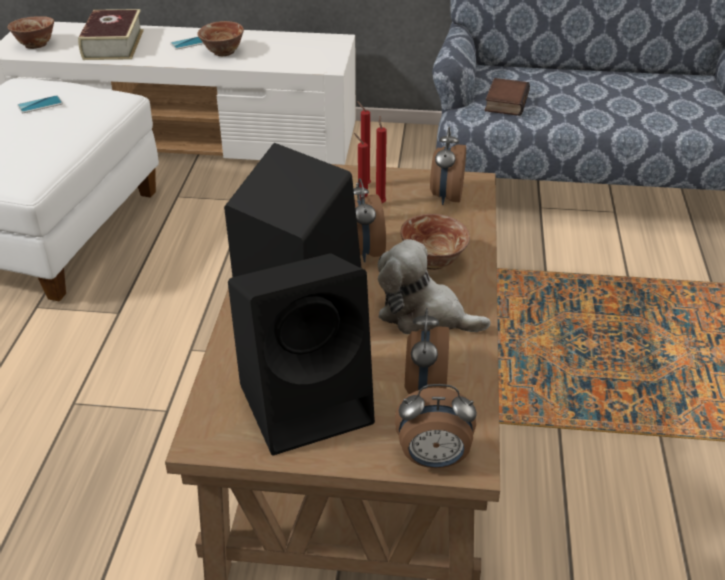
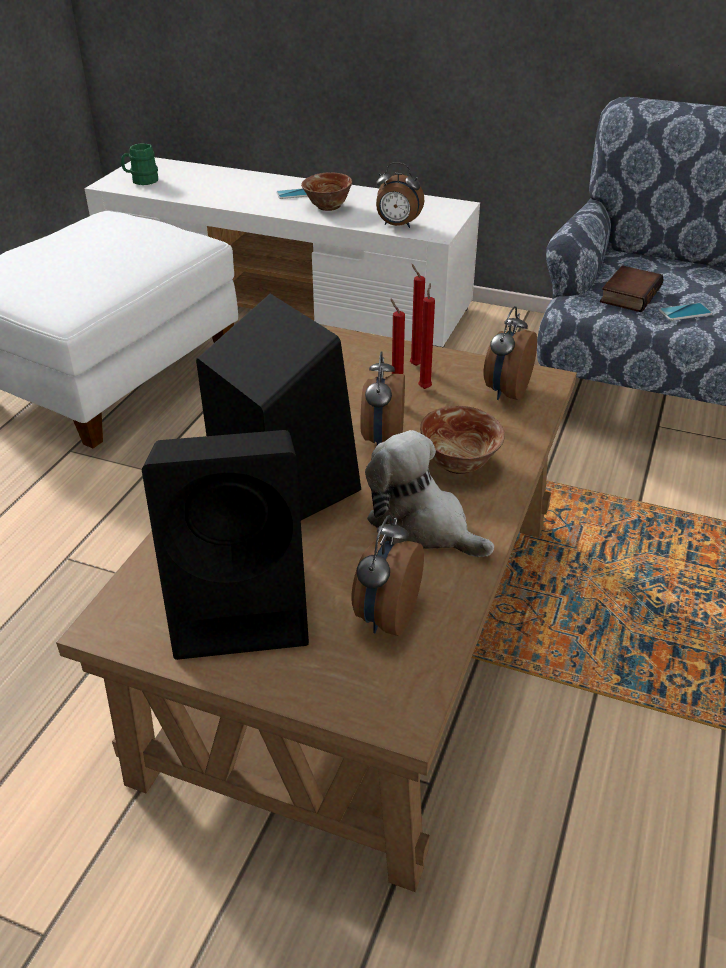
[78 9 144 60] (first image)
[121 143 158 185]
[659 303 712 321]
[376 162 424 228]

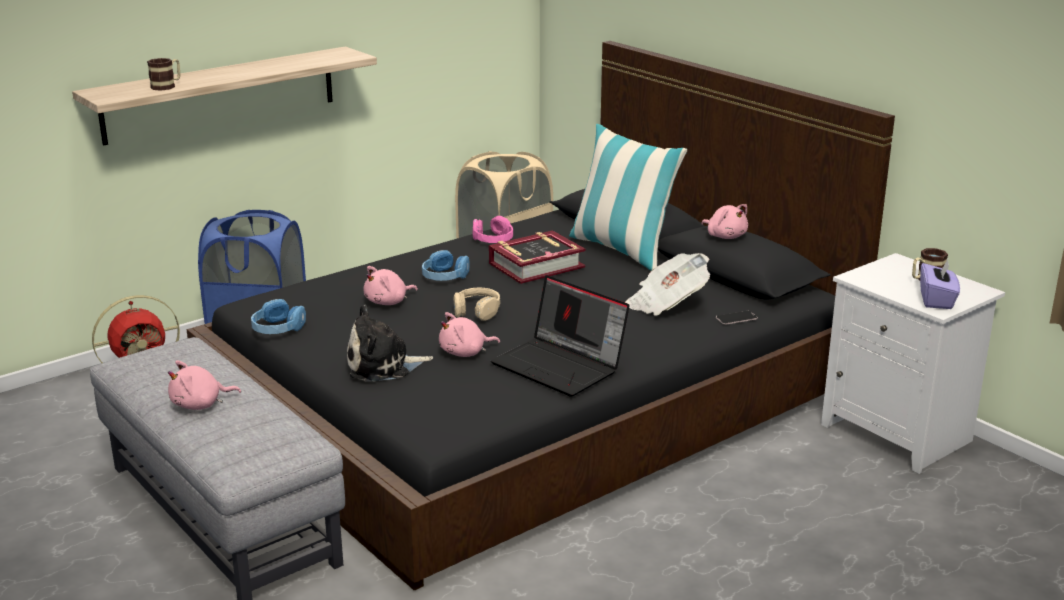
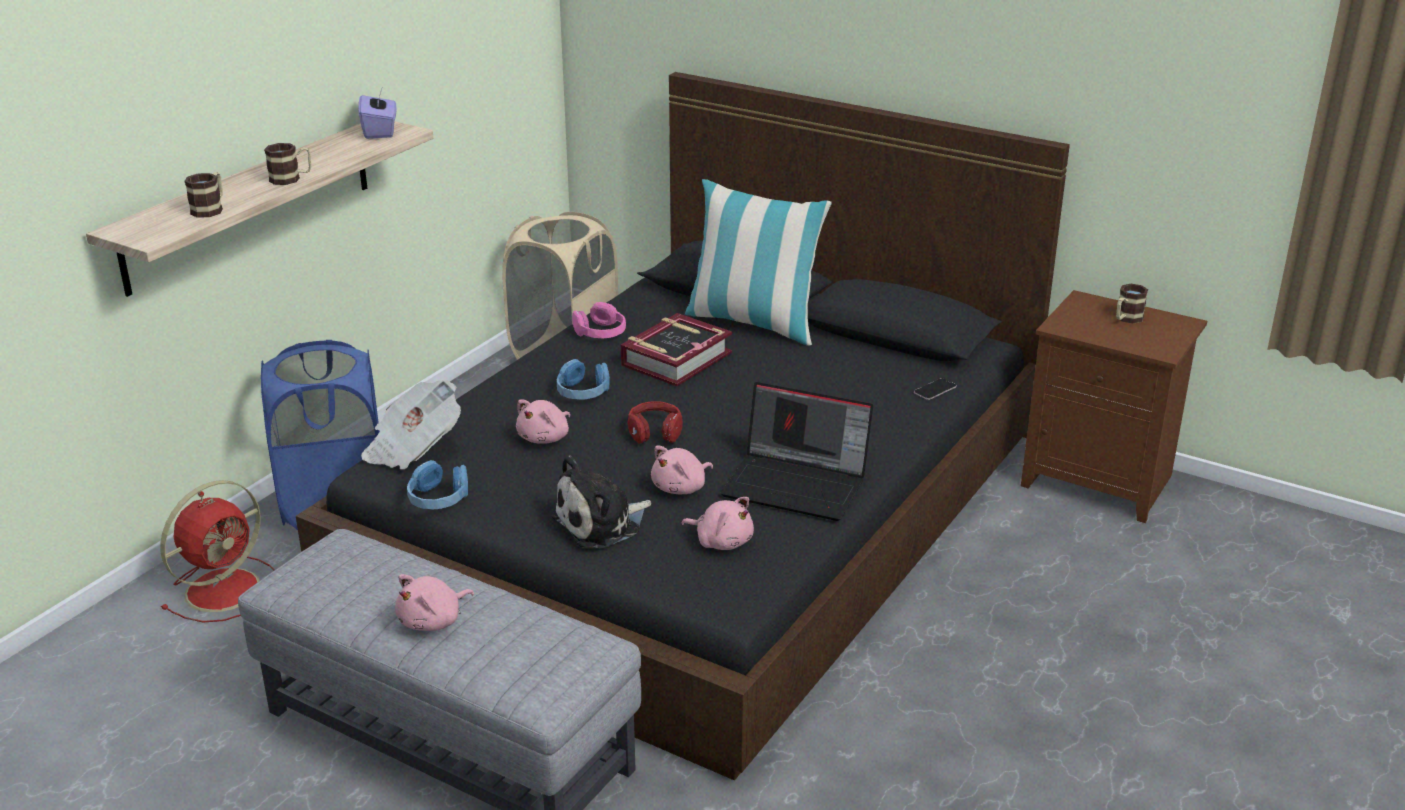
[681 497 754 550]
[361 380 461 469]
[1021 290 1207 523]
[358 86 397 139]
[627 401 683 444]
[264 143 311 185]

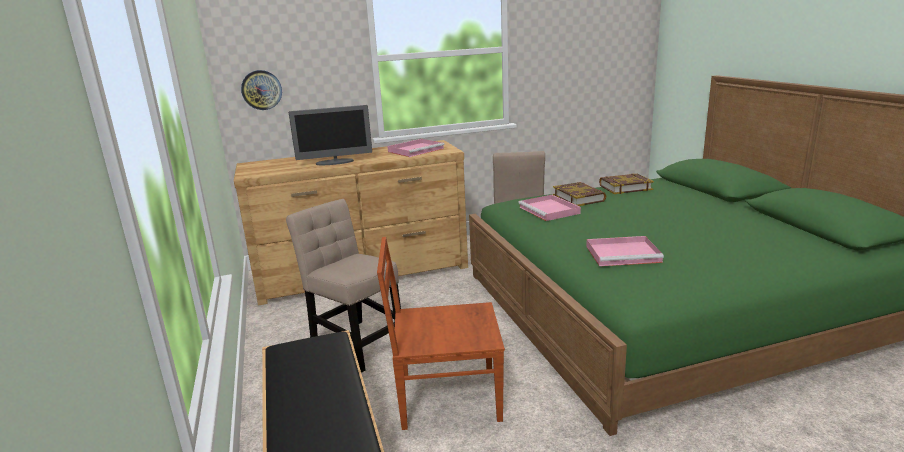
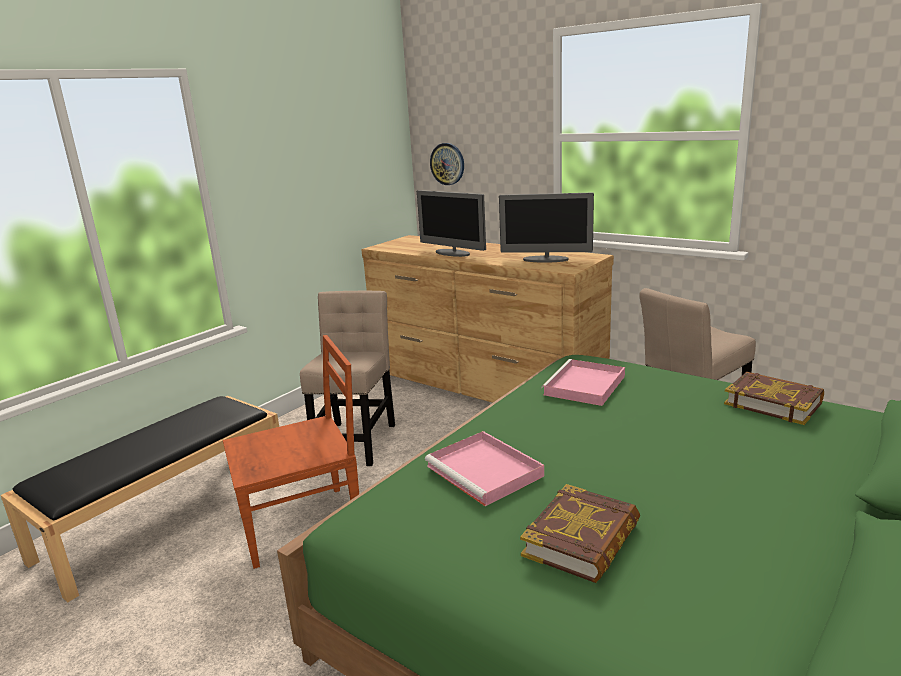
[499 193 594 262]
[520 484 640 583]
[223 335 359 569]

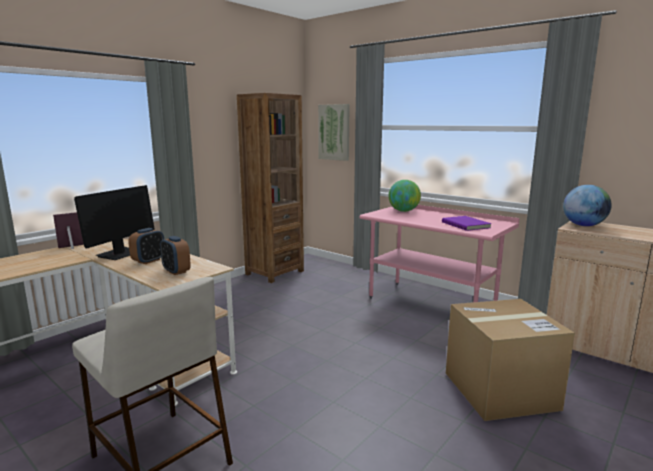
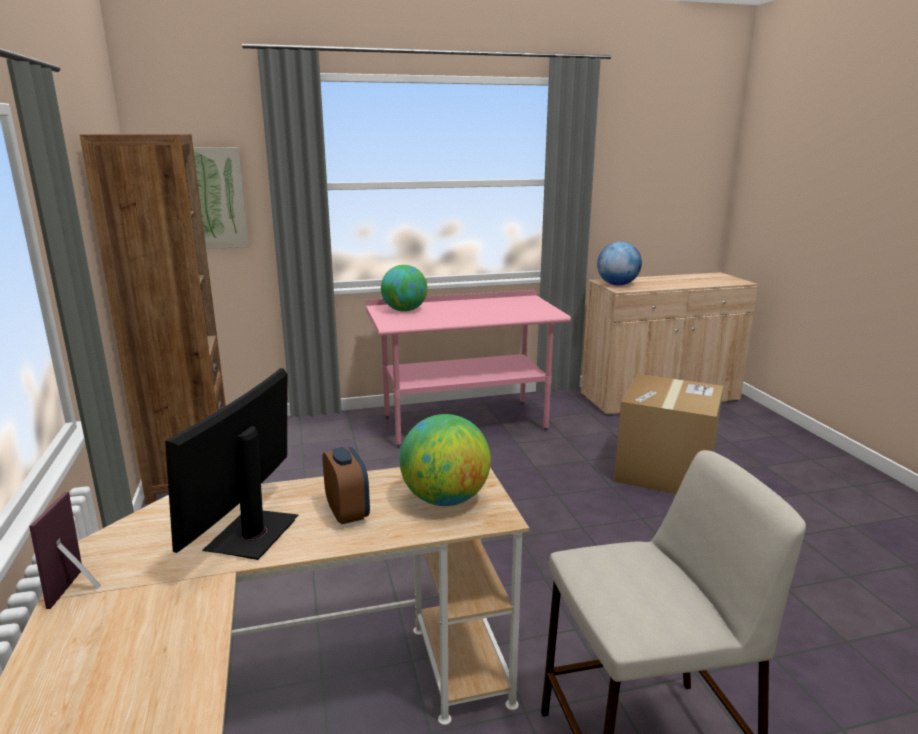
[165 368 298 560]
[442 216 492 231] (first image)
[400 414 491 506]

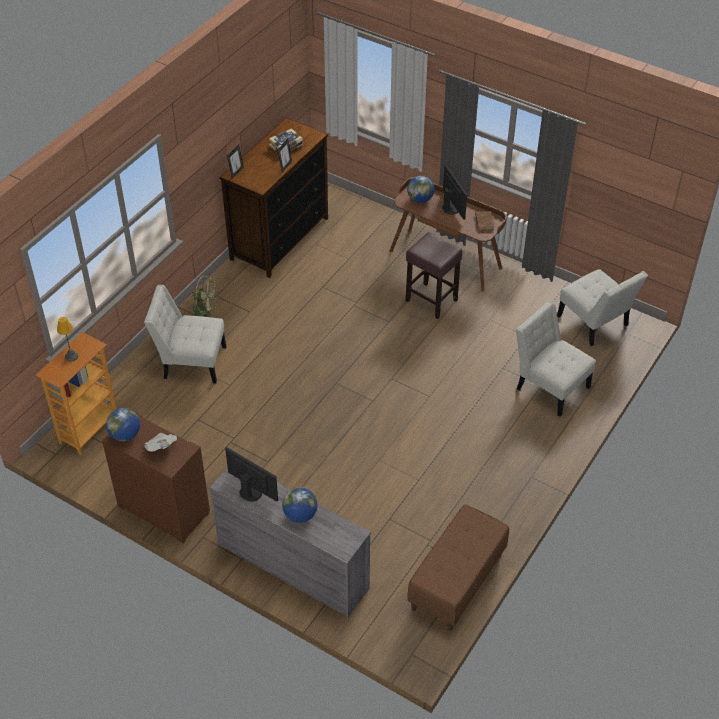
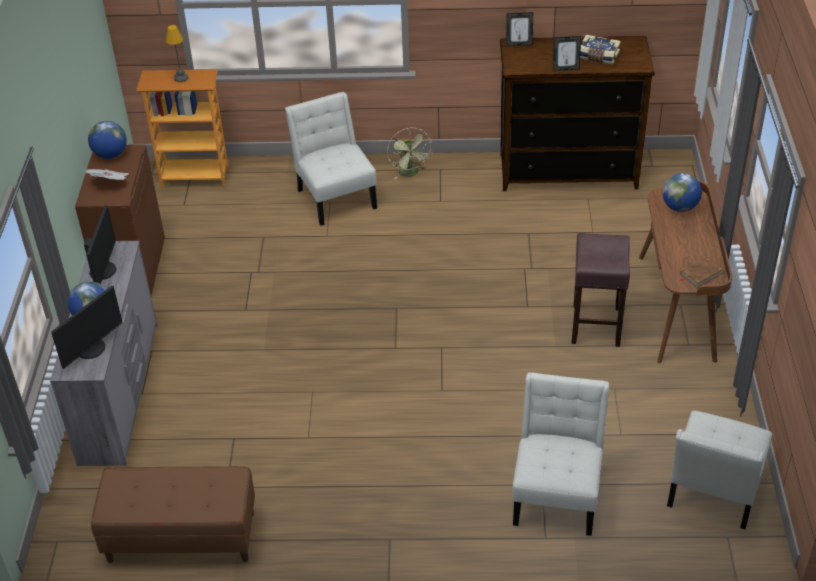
[51 286 123 369]

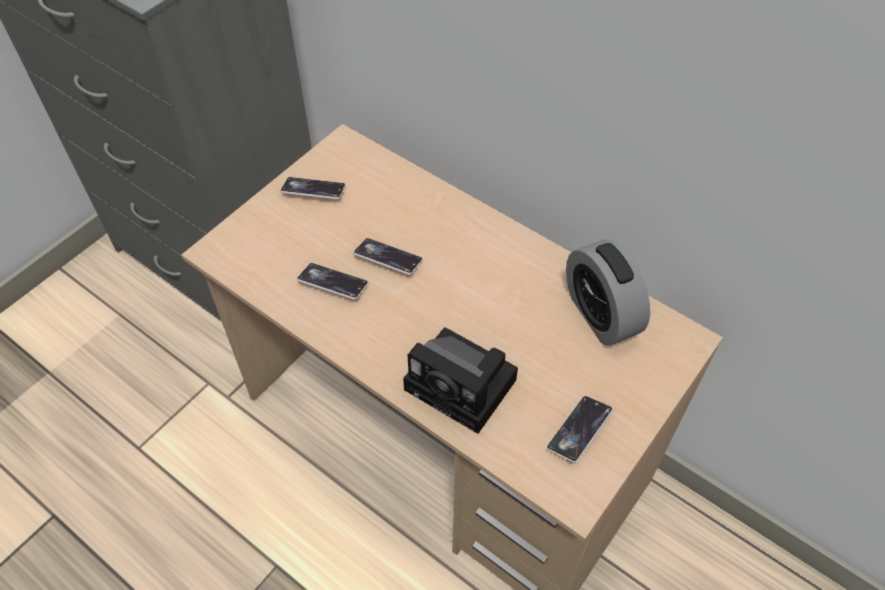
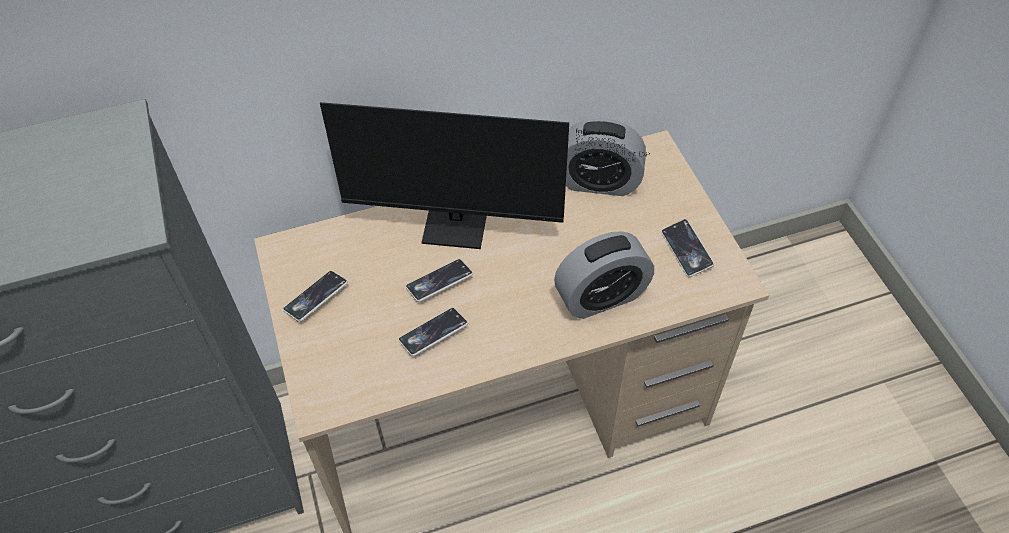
[554 231 654 319]
[320 102 650 249]

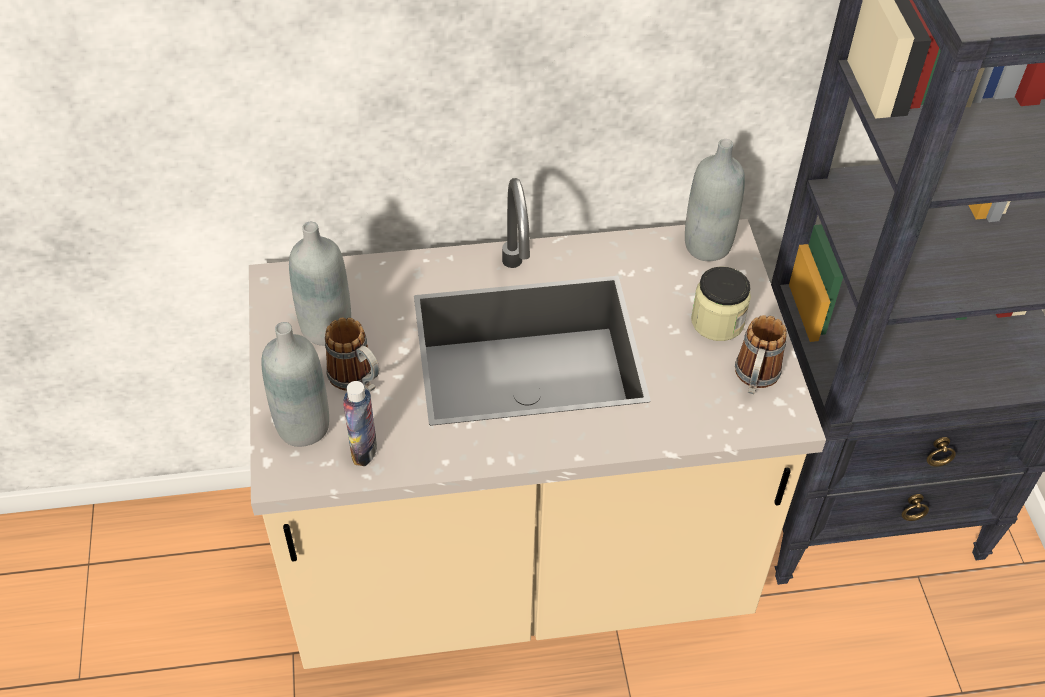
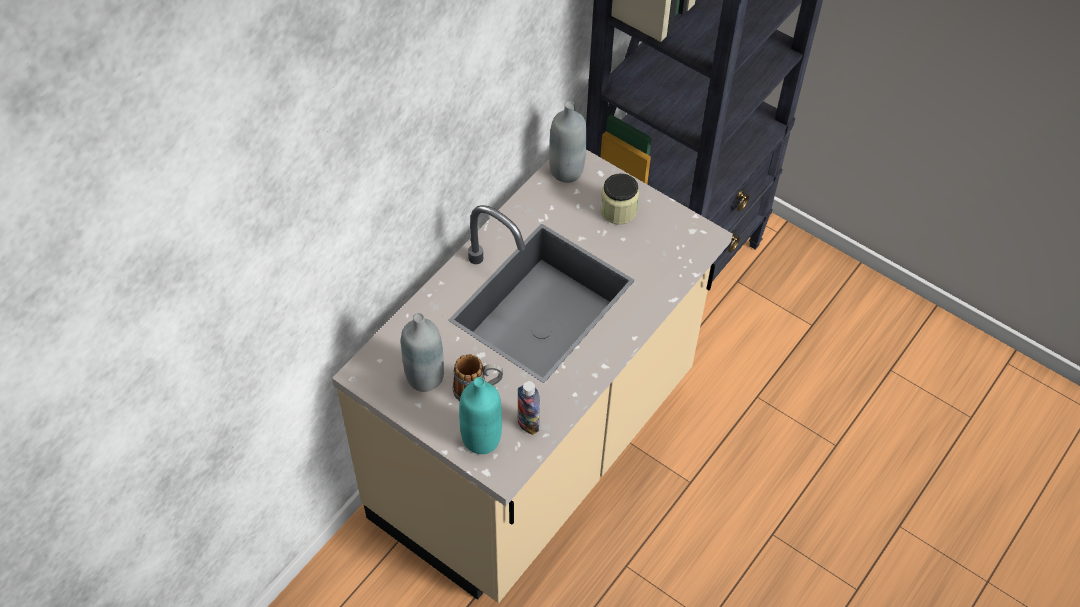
[735 315 787 394] (first image)
[459 377 502 454]

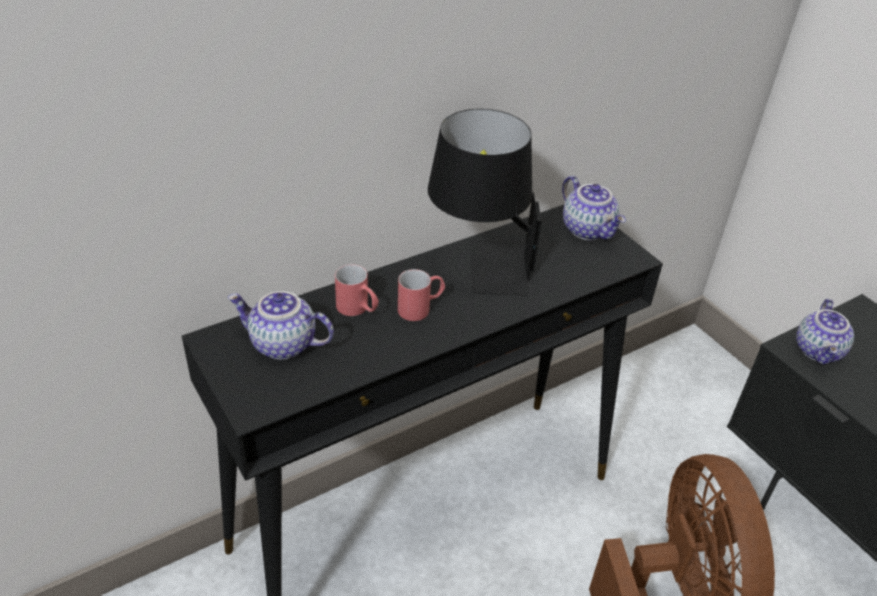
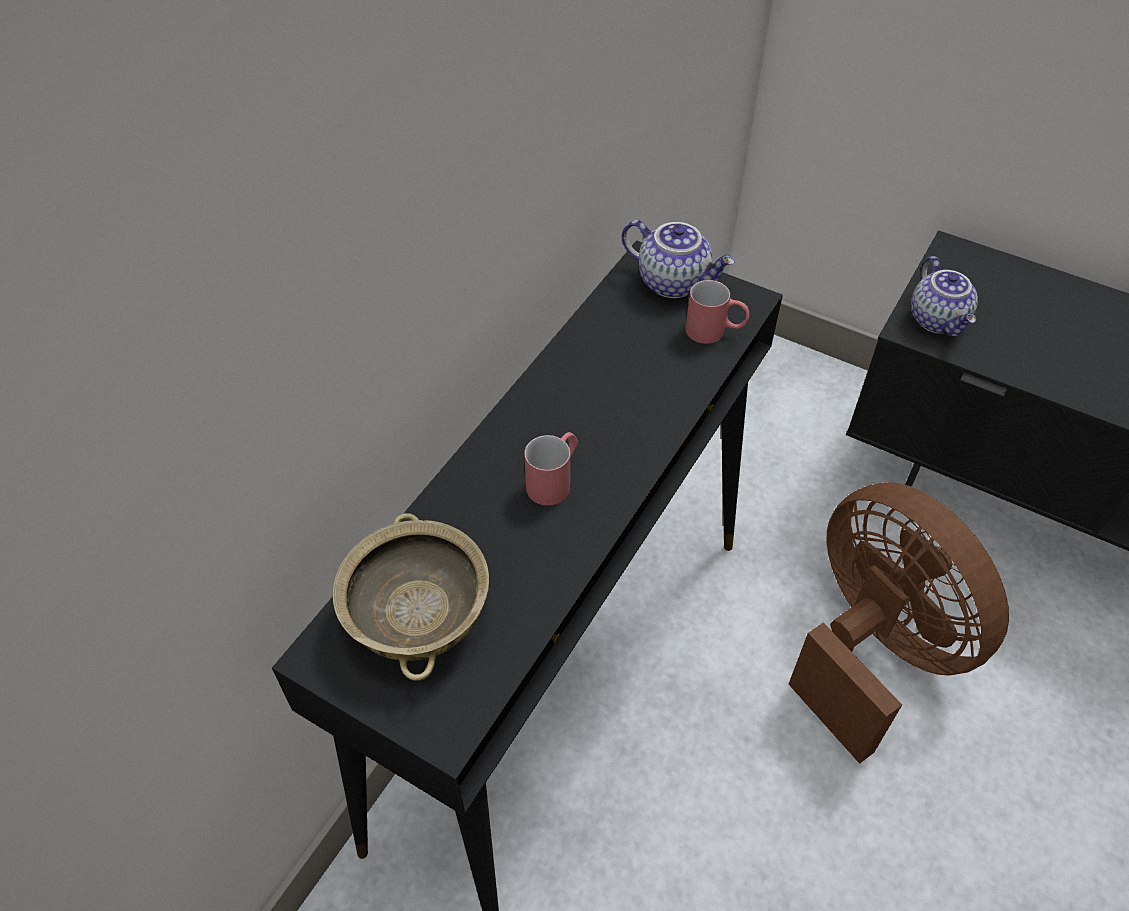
[428 109 541 296] (first image)
[685 280 749 344]
[333 513 489 681]

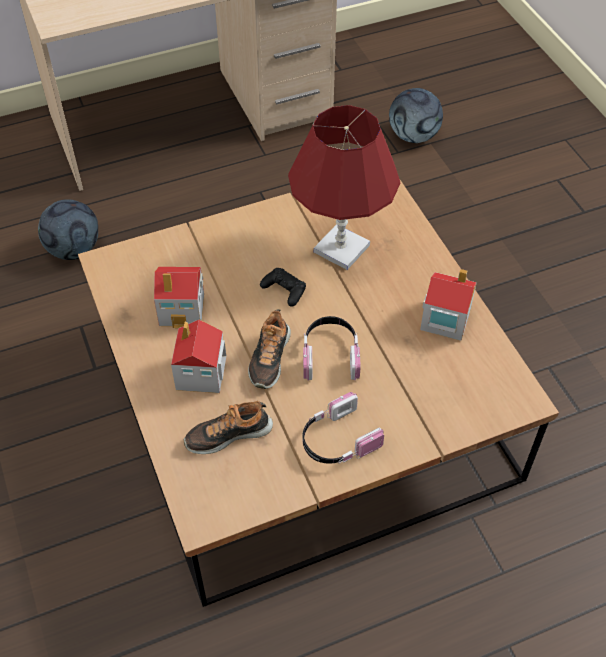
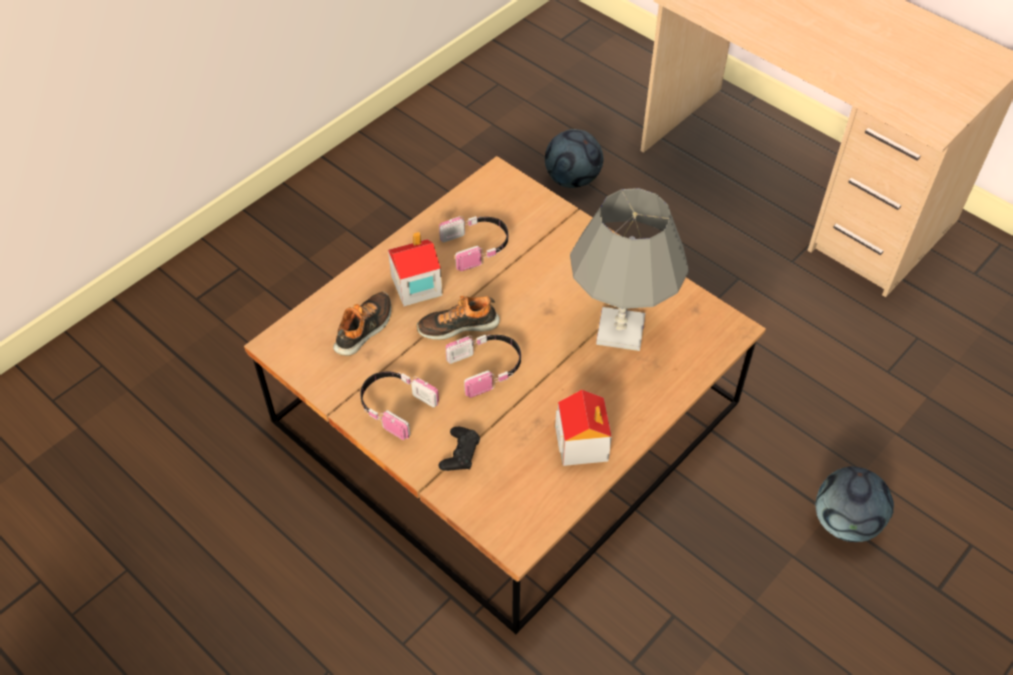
[816 466 894 542]
[570 188 689 351]
[439 216 508 271]
[438 427 480 471]
[333 291 391 356]

